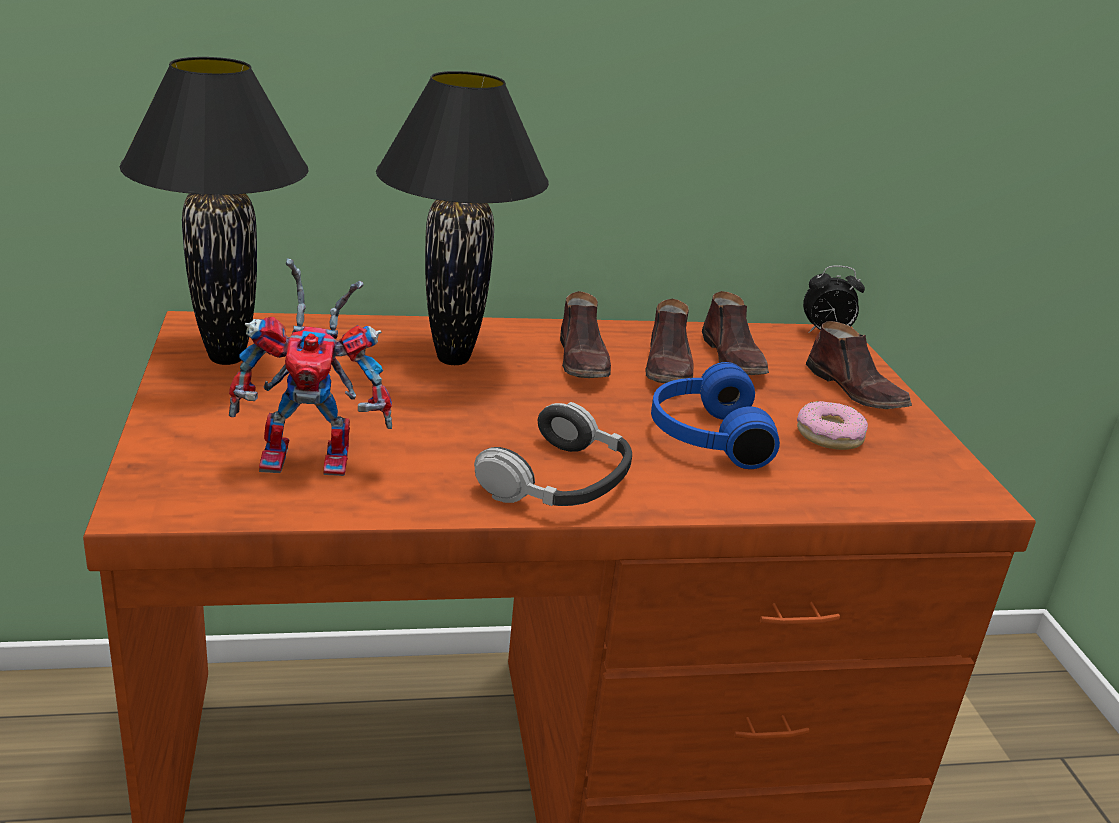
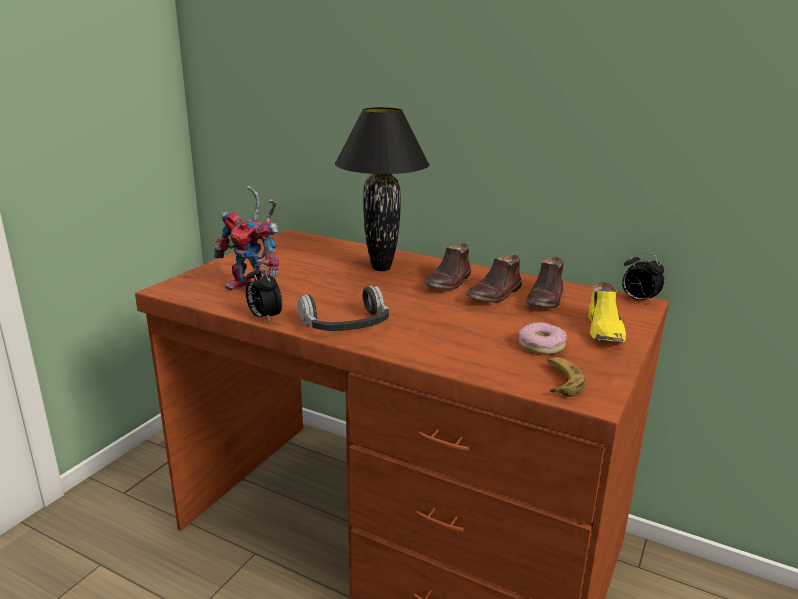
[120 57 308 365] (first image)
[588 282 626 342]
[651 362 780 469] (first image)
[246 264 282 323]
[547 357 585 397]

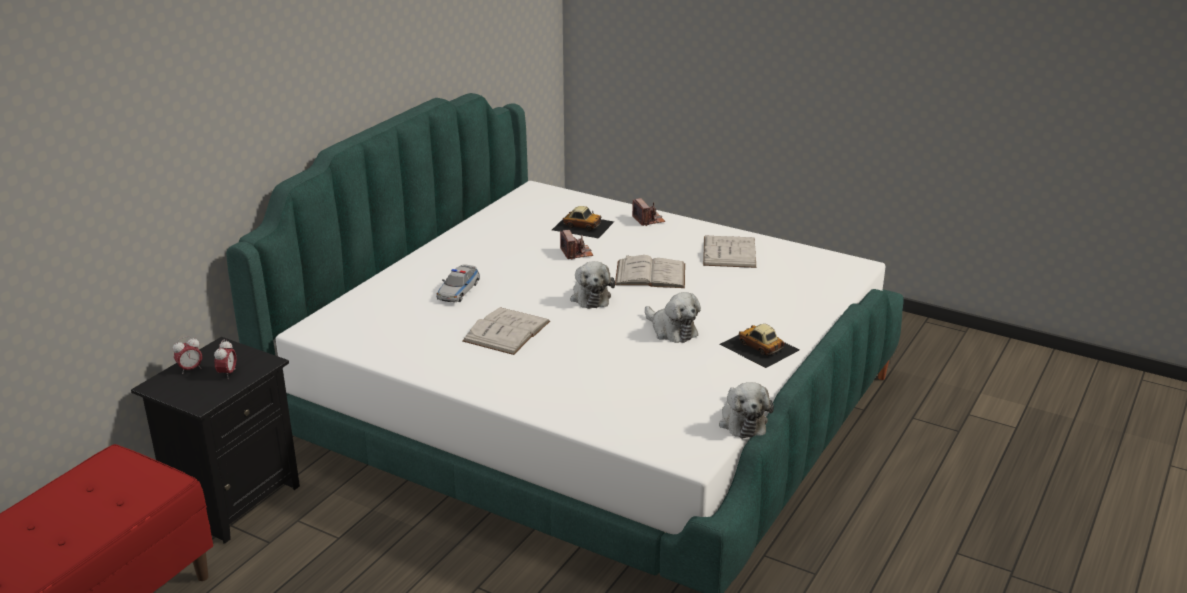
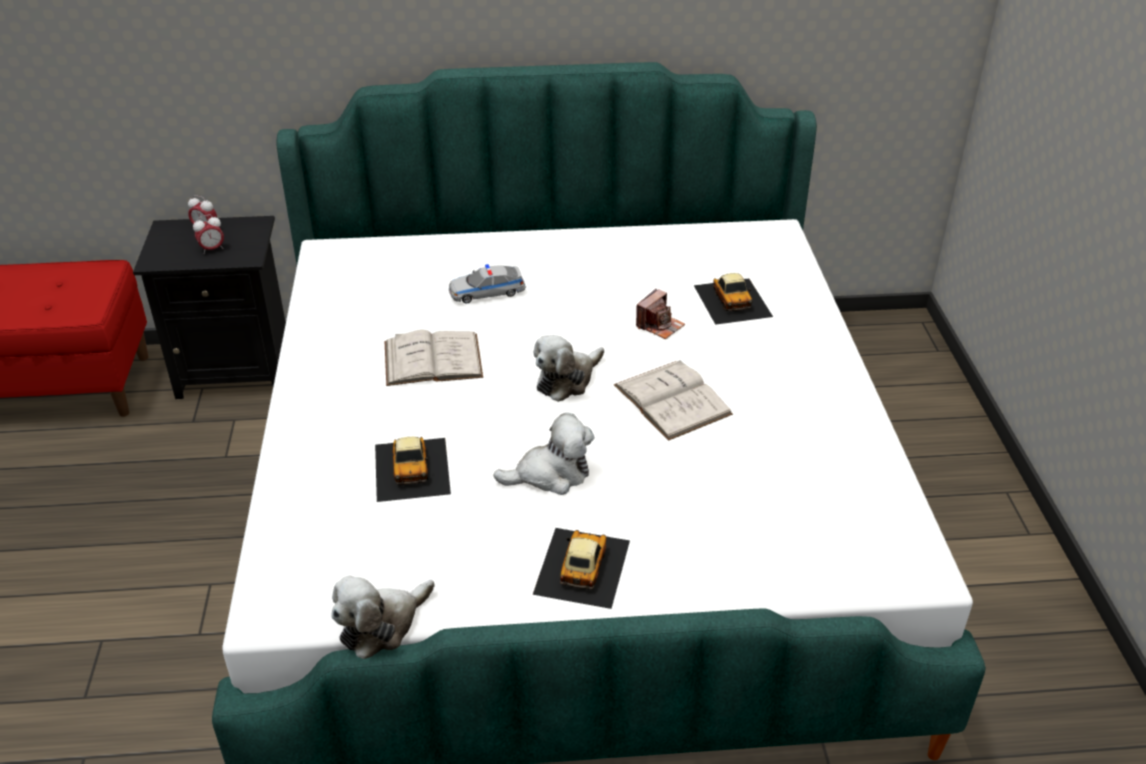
[632 198 665 226] (first image)
[703 236 756 268] (first image)
[493 413 594 495]
[375 437 451 502]

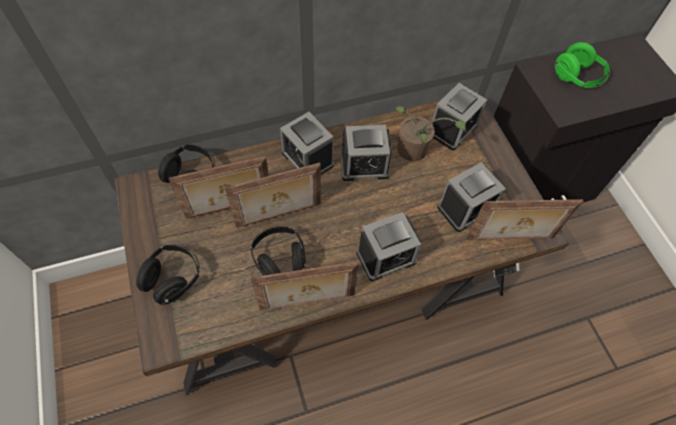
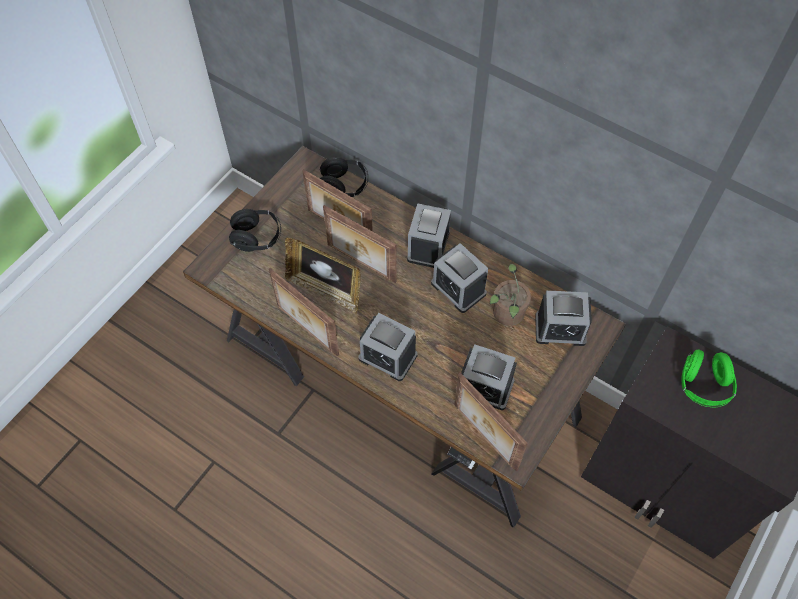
[285 237 361 314]

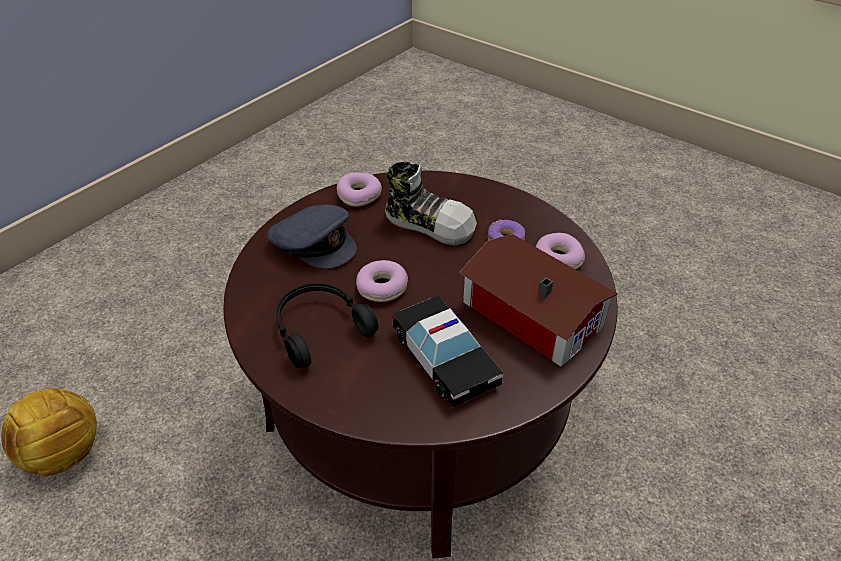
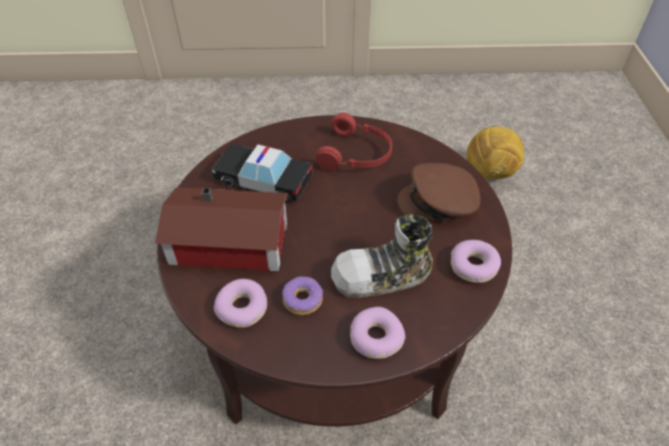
[397 163 481 222]
[350 307 405 359]
[316 113 392 171]

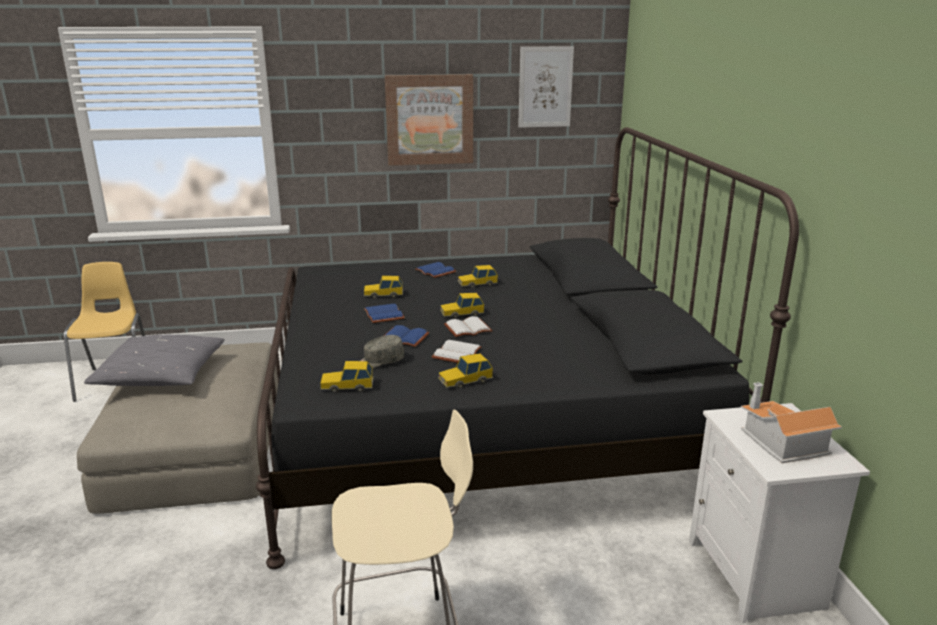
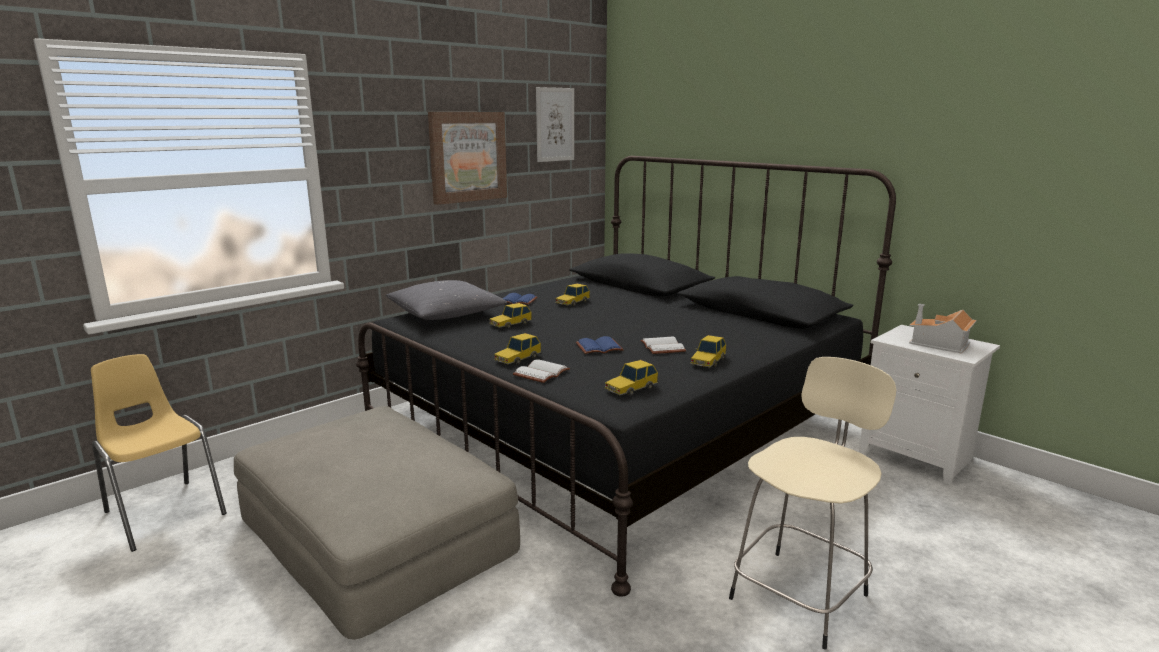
[494 333 542 364]
[364 303 405 323] (first image)
[513 359 570 383]
[386 280 507 320]
[360 335 404 368] (first image)

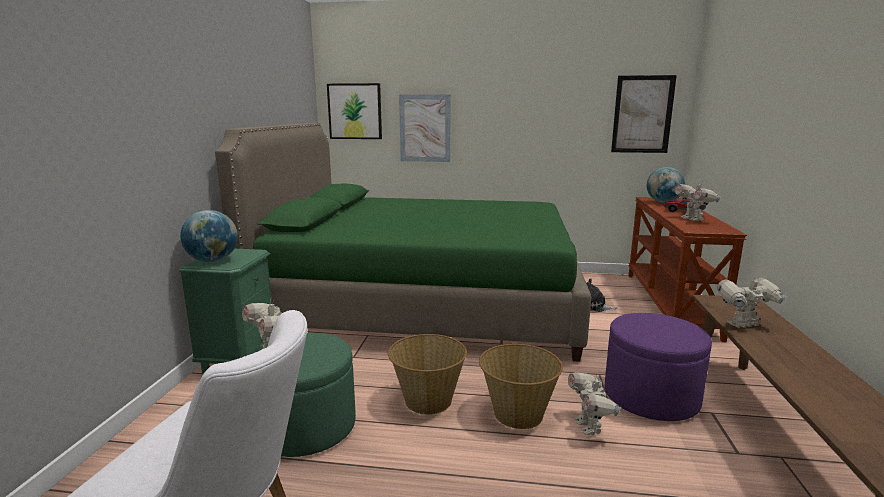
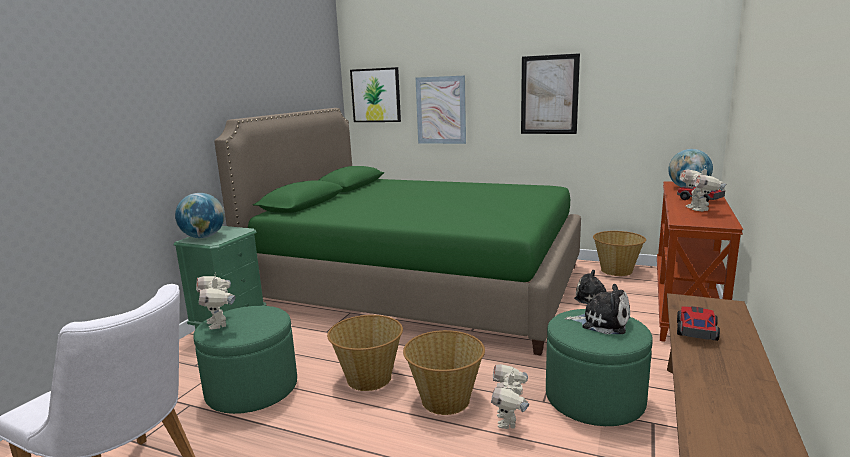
[521 53 580 134]
[677 306 720 341]
[546 309 652 426]
[593 231 646 276]
[565 284 630 334]

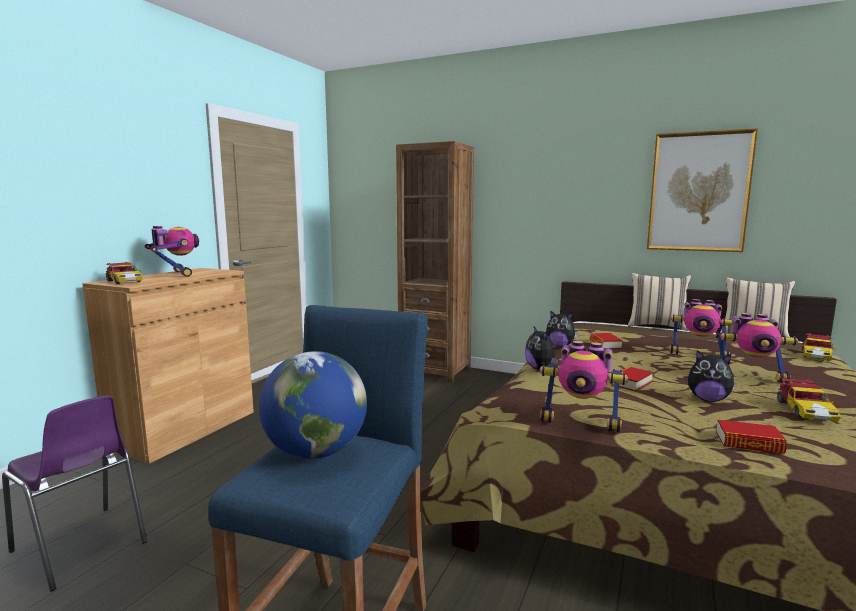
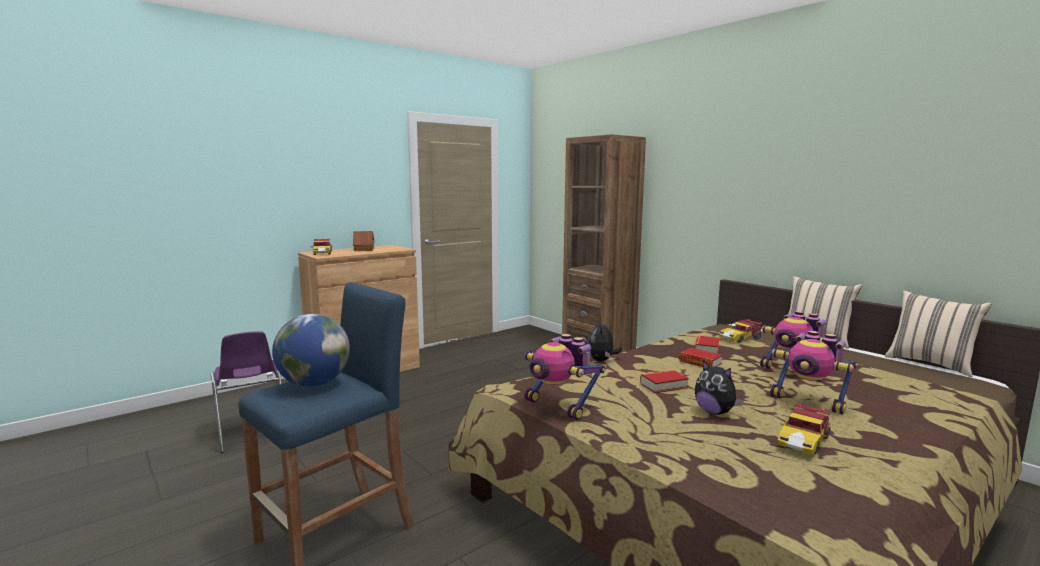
[647 128 758 252] (first image)
[353 231 374 251]
[546 311 579 347] (first image)
[718 319 762 343]
[679 348 722 367]

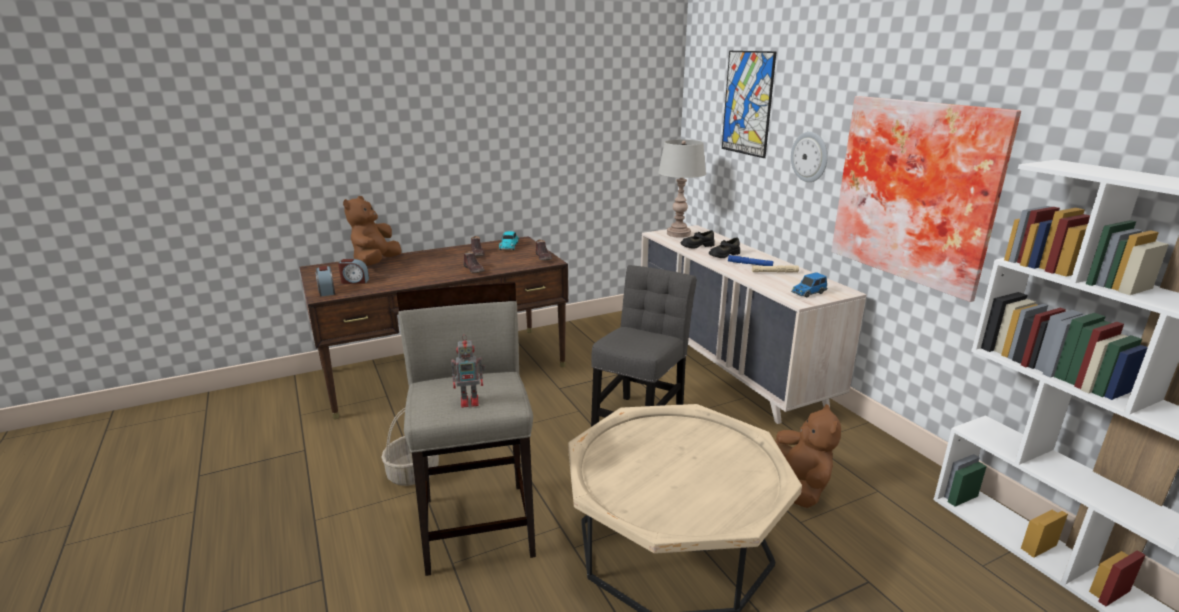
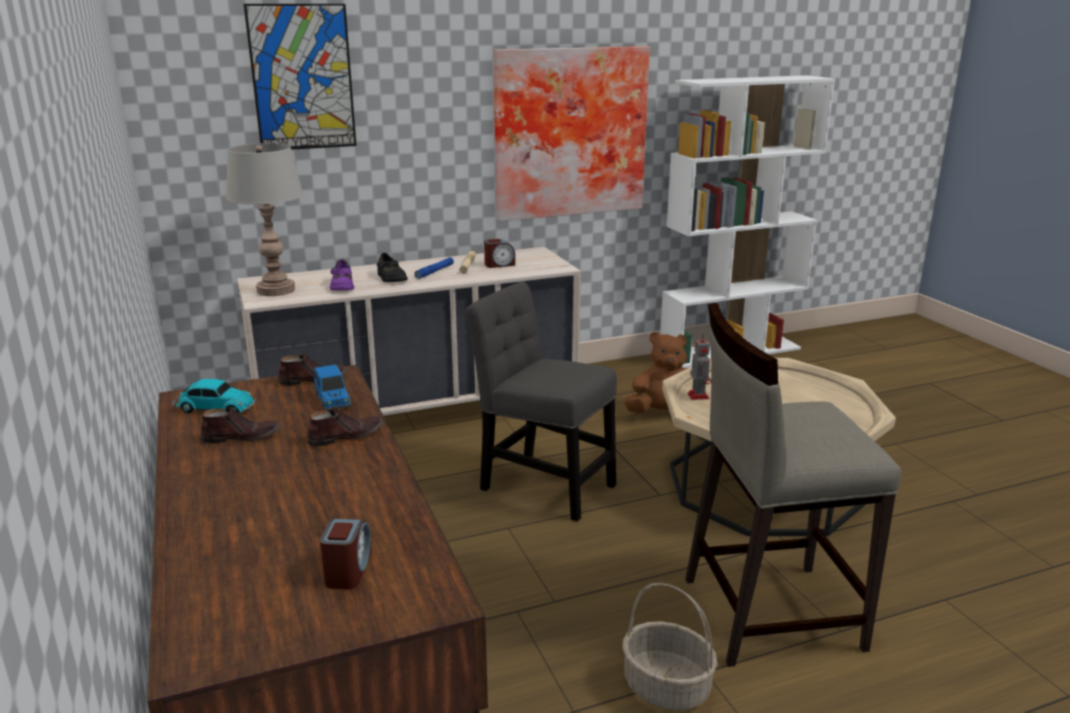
[791 132 828 182] (first image)
[343 196 402 266] (first image)
[330 259 354 291]
[484 239 515 268]
[313 365 351 411]
[687 334 711 400]

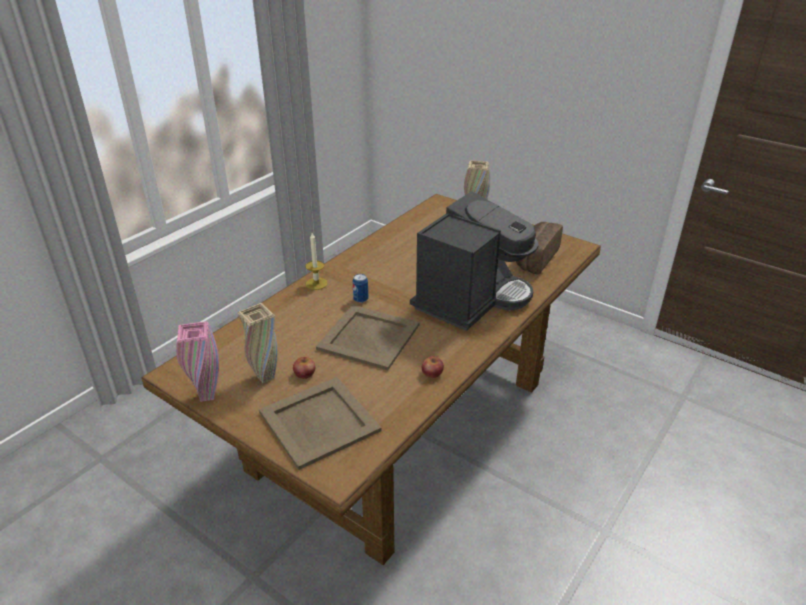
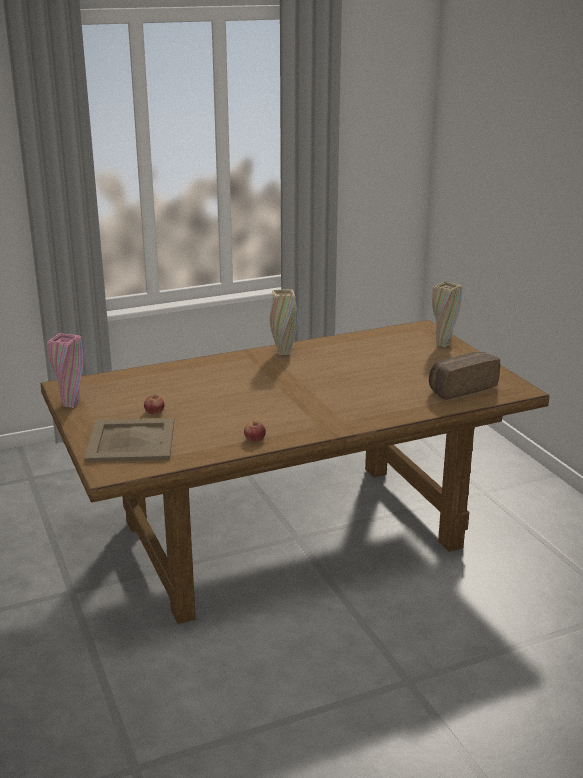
[410 191 539 331] (first image)
[305 233 328 290] (first image)
[352 274 368 303] (first image)
[270 289 298 355]
[316 305 419 370] (first image)

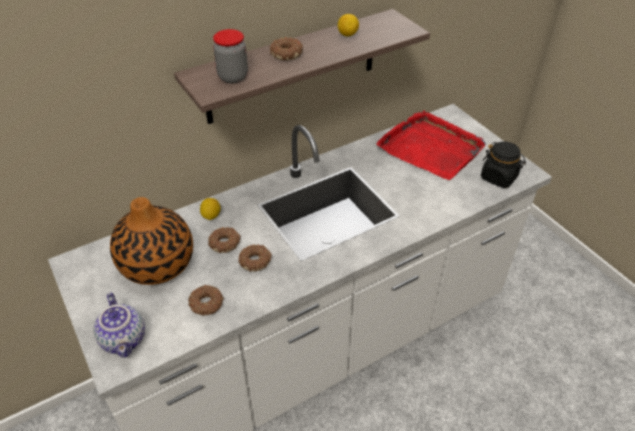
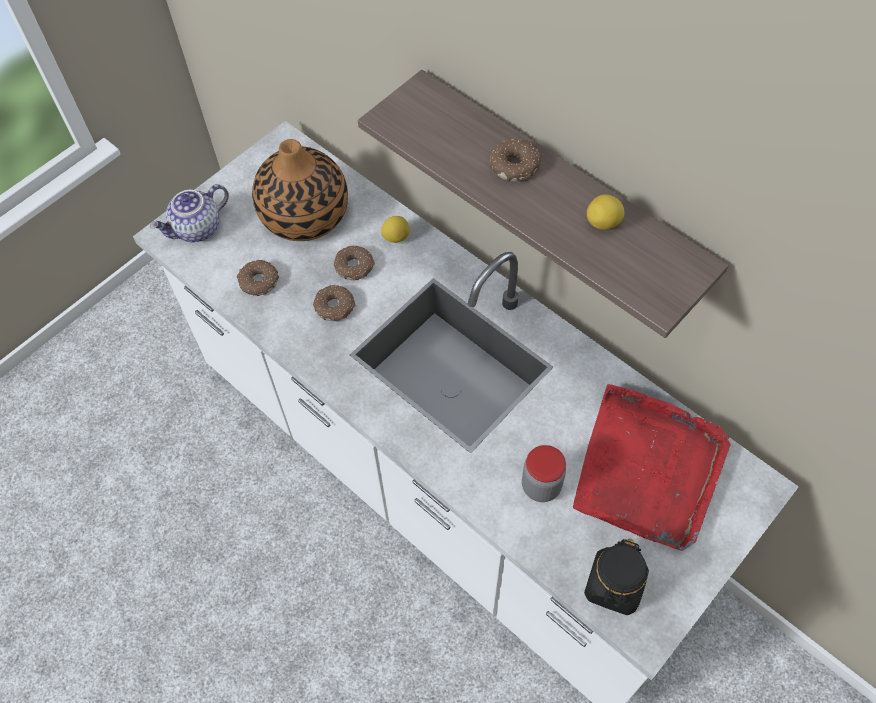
[522 445 566 502]

